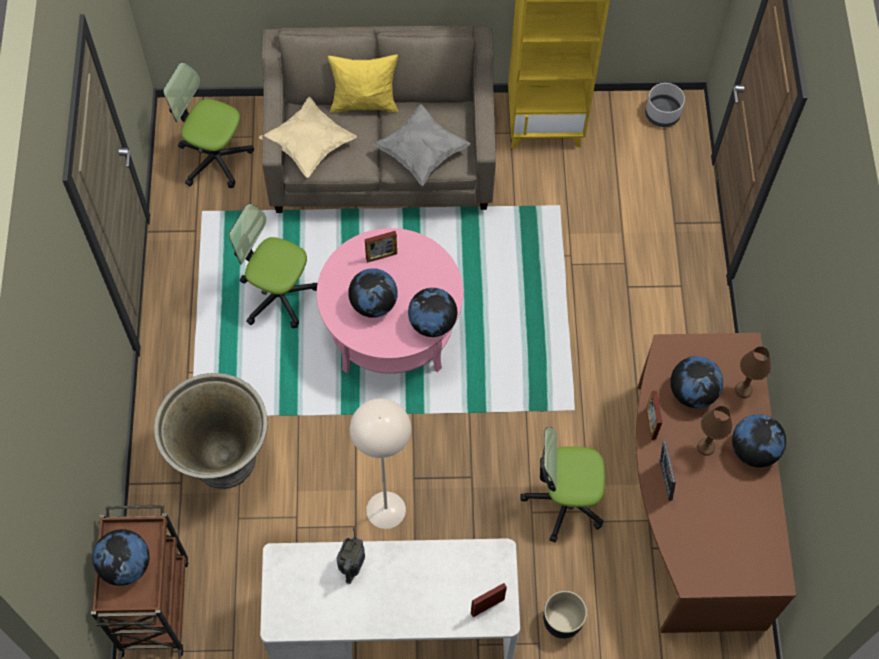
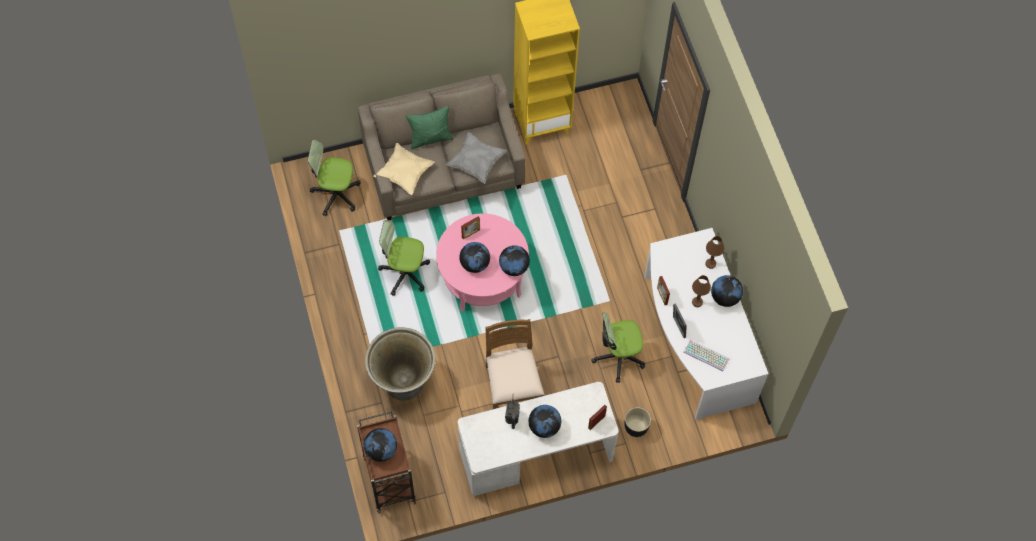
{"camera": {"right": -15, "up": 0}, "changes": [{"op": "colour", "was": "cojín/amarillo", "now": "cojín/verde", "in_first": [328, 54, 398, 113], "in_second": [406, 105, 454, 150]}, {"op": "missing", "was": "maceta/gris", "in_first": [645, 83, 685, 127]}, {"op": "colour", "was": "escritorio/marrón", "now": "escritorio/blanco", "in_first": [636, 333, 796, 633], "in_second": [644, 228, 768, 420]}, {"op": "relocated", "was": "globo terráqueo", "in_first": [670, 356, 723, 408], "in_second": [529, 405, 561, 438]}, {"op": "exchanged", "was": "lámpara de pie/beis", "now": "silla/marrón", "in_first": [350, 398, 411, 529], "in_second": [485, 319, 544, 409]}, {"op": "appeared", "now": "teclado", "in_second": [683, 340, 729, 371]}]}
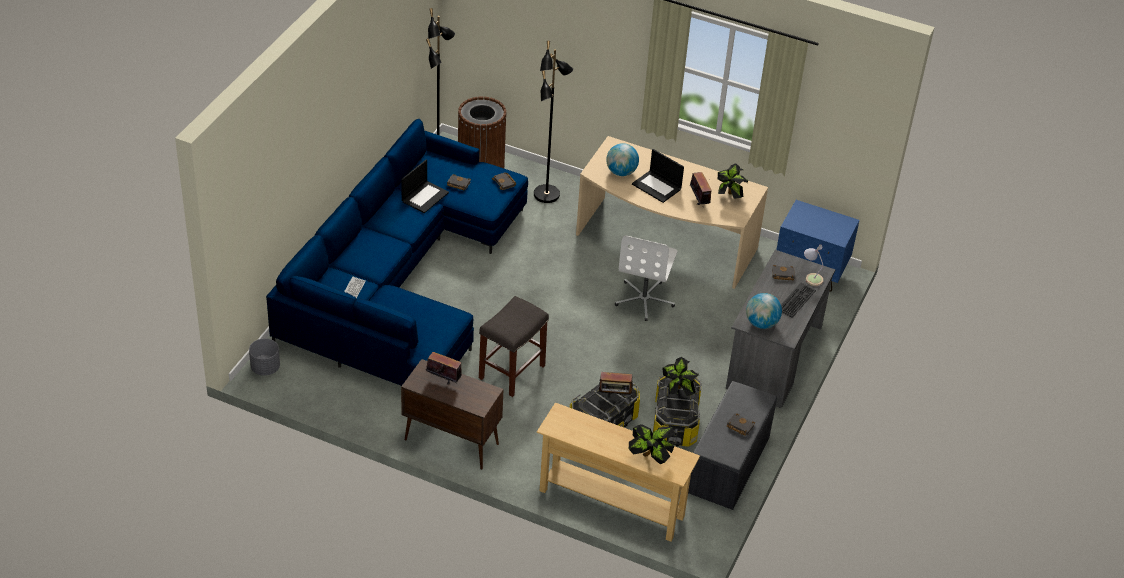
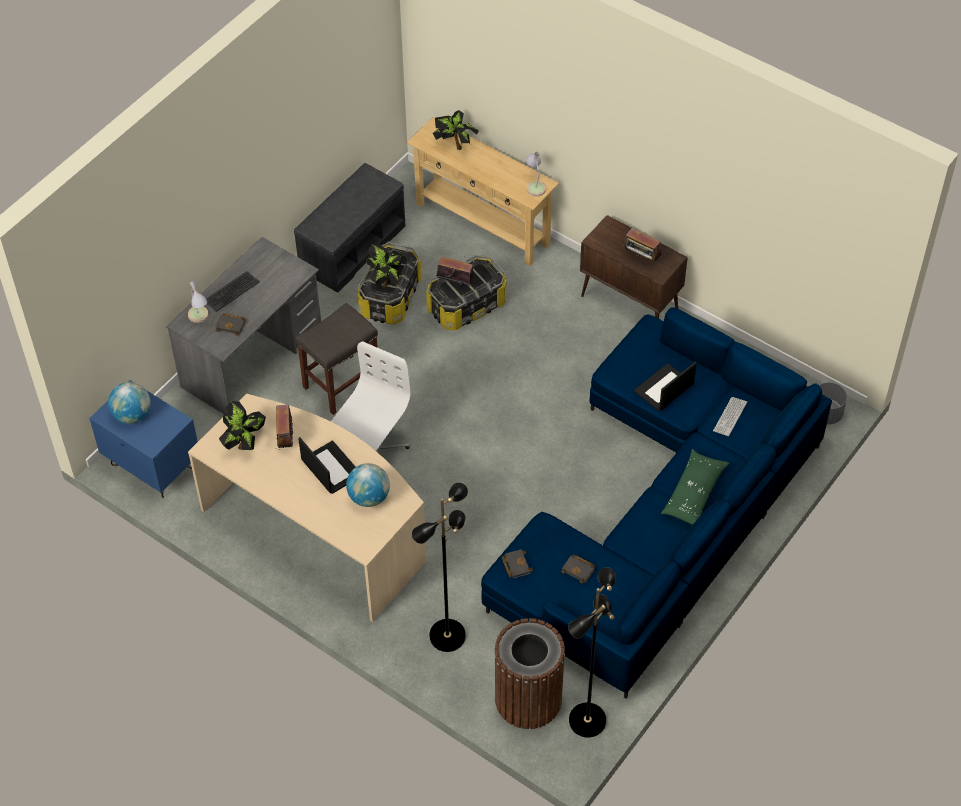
{"camera": {"right": -165, "up": 10}, "changes": [{"op": "relocated", "was": "portátil", "in_first": [401, 160, 449, 213], "in_second": [634, 362, 697, 411]}, {"op": "relocated", "was": "globo terráqueo", "in_first": [746, 293, 782, 329], "in_second": [108, 382, 150, 424]}, {"op": "relocated", "was": "taburete/gris", "in_first": [479, 296, 549, 397], "in_second": [296, 303, 378, 415]}, {"op": "missing", "was": "libro/negro", "in_first": [727, 414, 755, 436]}, {"op": "appeared", "now": "lámpara de mesa", "in_second": [526, 152, 546, 197]}, {"op": "appeared", "now": "cojín/verde", "in_second": [661, 449, 729, 525]}]}
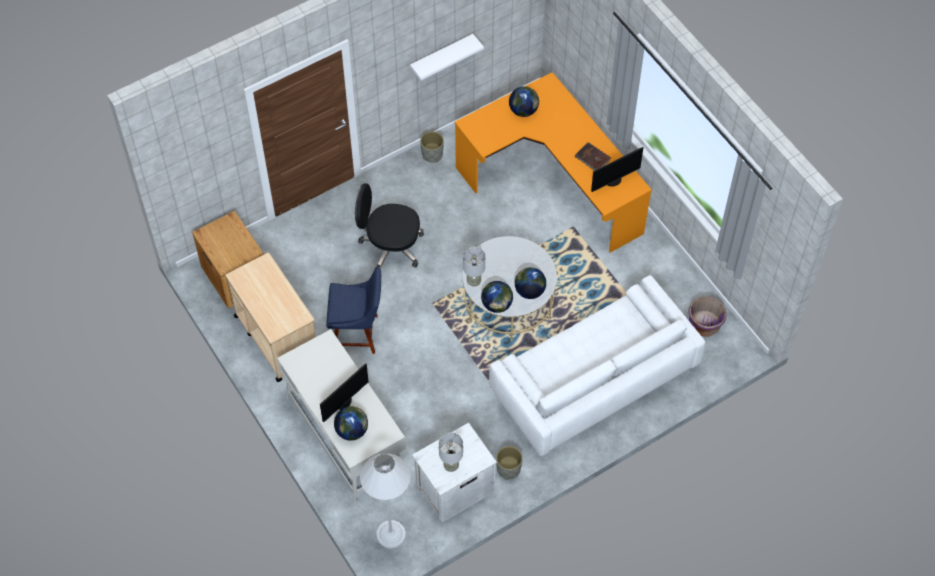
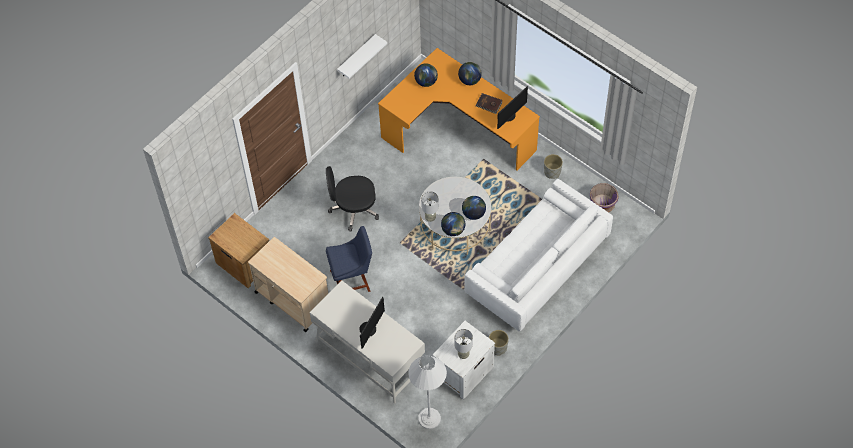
{"camera": {"right": -15, "up": 0}, "changes": [{"op": "relocated", "was": "maceta/gris", "in_first": [420, 131, 444, 163], "in_second": [544, 154, 563, 179]}, {"op": "relocated", "was": "globo terráqueo", "in_first": [334, 406, 368, 441], "in_second": [458, 62, 482, 85]}]}
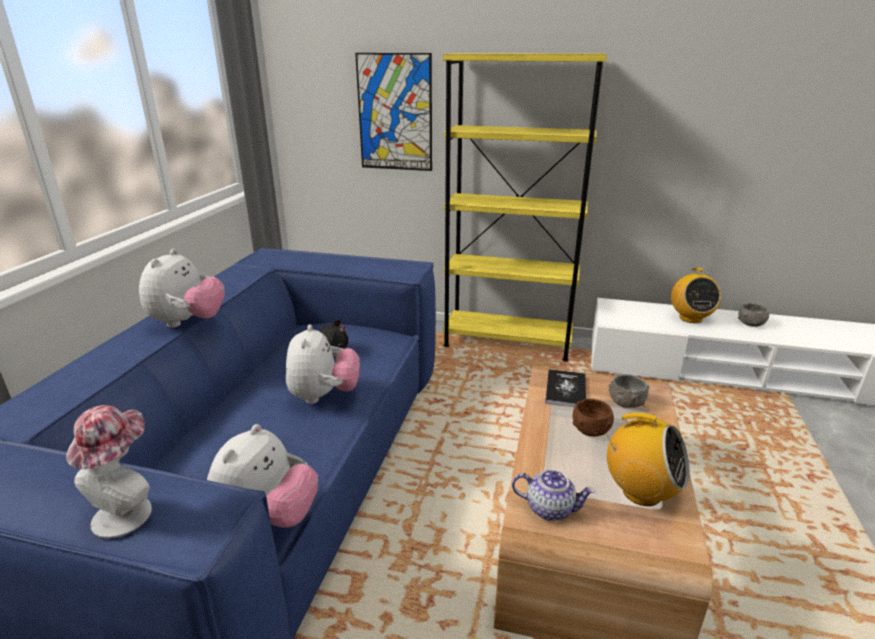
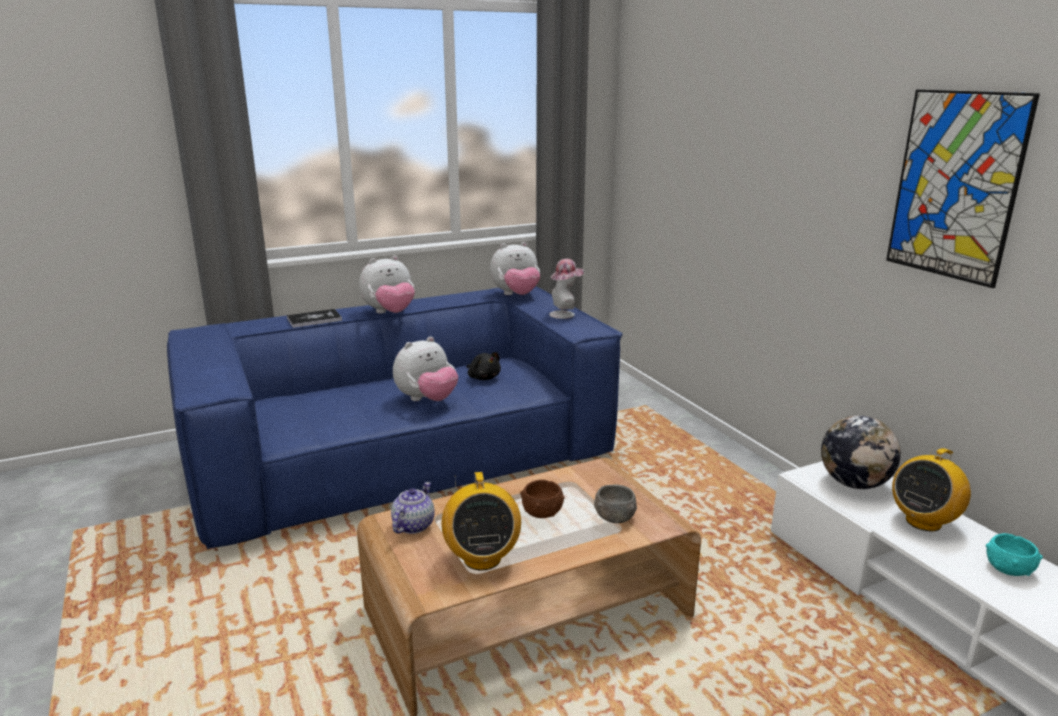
{"camera": {"right": 50, "up": -5}, "changes": [{"op": "relocated", "was": "cuadro", "in_first": [355, 53, 432, 171], "in_second": [886, 90, 1040, 288]}, {"op": "missing", "was": "estantería/amarillo", "in_first": [443, 53, 607, 362]}, {"op": "colour", "was": "cuenco/gris", "now": "cuenco/turquesa", "in_first": [738, 303, 769, 327], "in_second": [986, 533, 1043, 576]}, {"op": "relocated", "was": "libro", "in_first": [545, 369, 586, 407], "in_second": [287, 309, 342, 328]}, {"op": "relocated", "was": "sombrero", "in_first": [66, 405, 152, 538], "in_second": [550, 259, 584, 319]}, {"op": "relocated", "was": "peluche", "in_first": [207, 424, 318, 528], "in_second": [490, 242, 540, 295]}, {"op": "spun", "was": "tetera", "in_first": [512, 469, 595, 521], "in_second": [391, 482, 435, 534], "clockwise": -135}, {"op": "appeared", "now": "globo terráqueo", "in_second": [821, 415, 901, 489]}]}
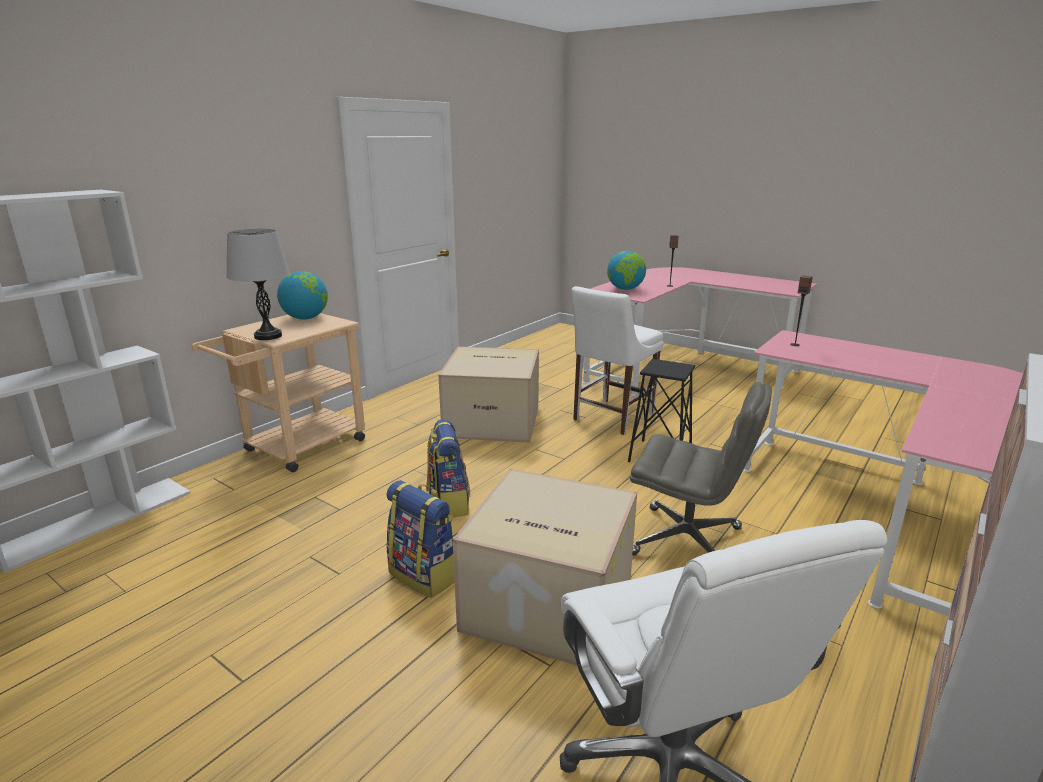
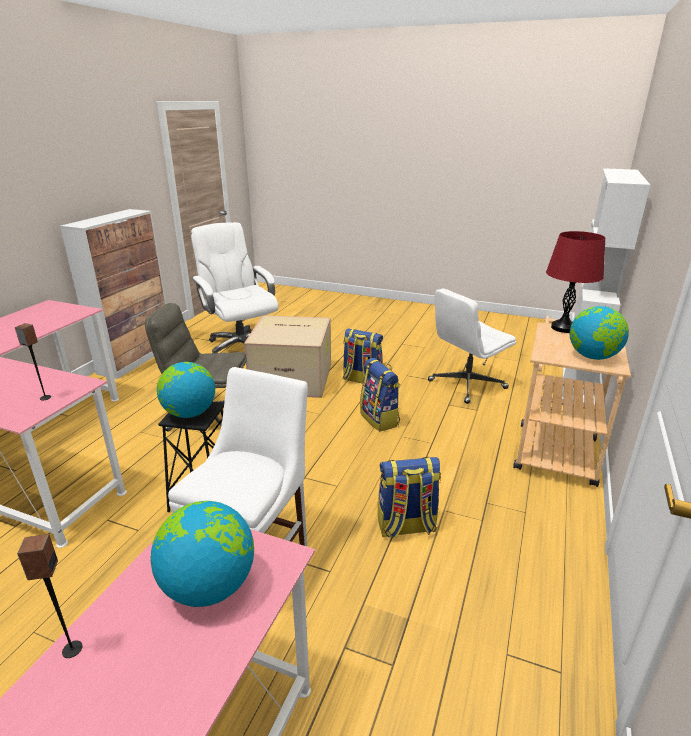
{"camera": {"right": 165, "up": 5}, "changes": [{"op": "colour", "was": "lámpara de mesa/gris", "now": "lámpara de mesa/rojo", "in_first": [227, 228, 290, 340], "in_second": [546, 231, 605, 333]}, {"op": "exchanged", "was": "caja de cartón", "now": "mochila", "in_first": [438, 347, 539, 442], "in_second": [378, 457, 441, 539]}, {"op": "appeared", "now": "silla de oficina/blanco", "in_second": [428, 289, 516, 404]}, {"op": "appeared", "now": "globo terráqueo", "in_second": [157, 362, 215, 418]}]}
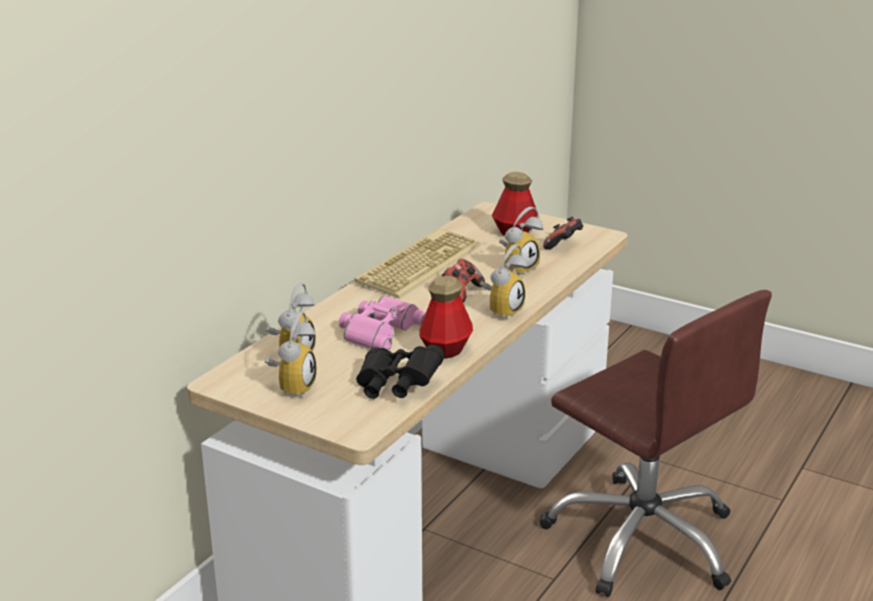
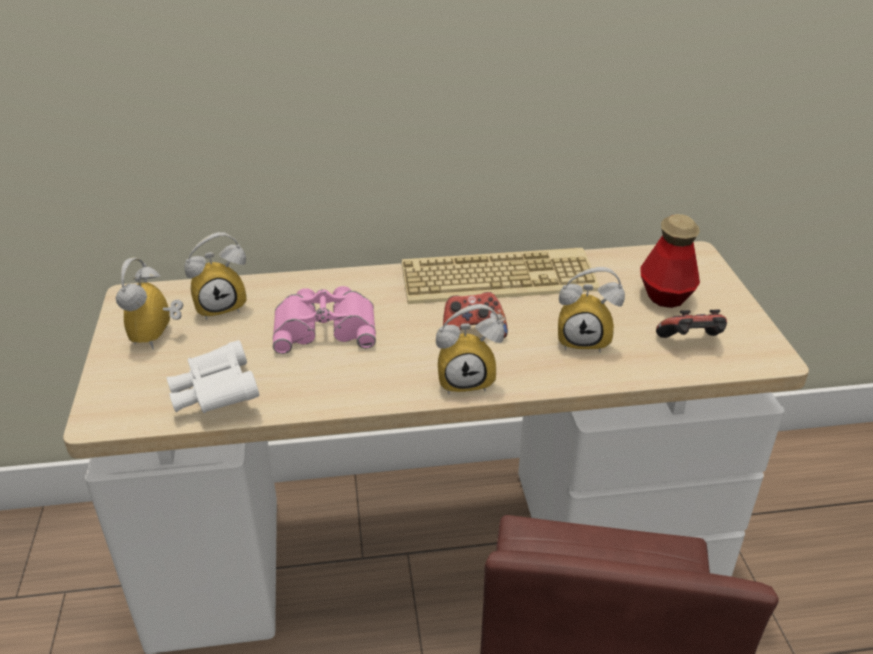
{"camera": {"right": 50, "up": 10}, "changes": [{"op": "missing", "was": "botella", "in_first": [419, 276, 473, 359]}, {"op": "spun", "was": "despertador", "in_first": [264, 312, 317, 398], "in_second": [116, 257, 183, 350], "clockwise": 120}, {"op": "colour", "was": "prismáticos/negro", "now": "prismáticos/blanco", "in_first": [356, 345, 444, 399], "in_second": [167, 340, 259, 413]}]}
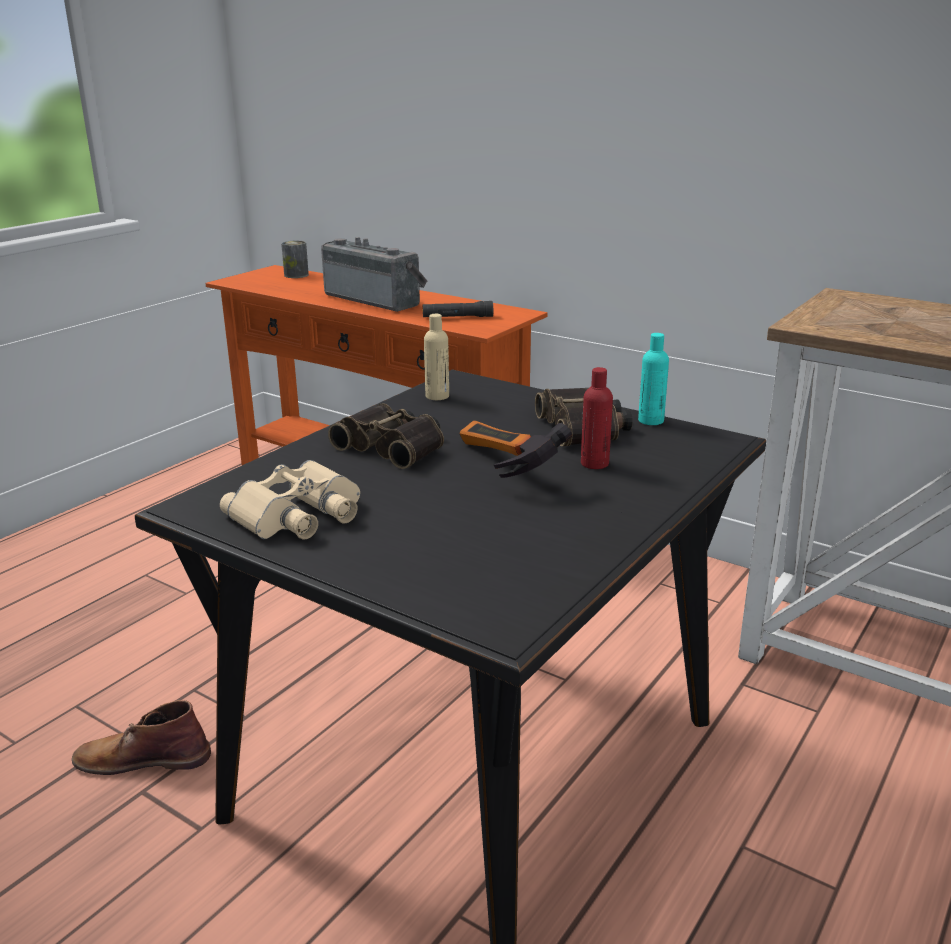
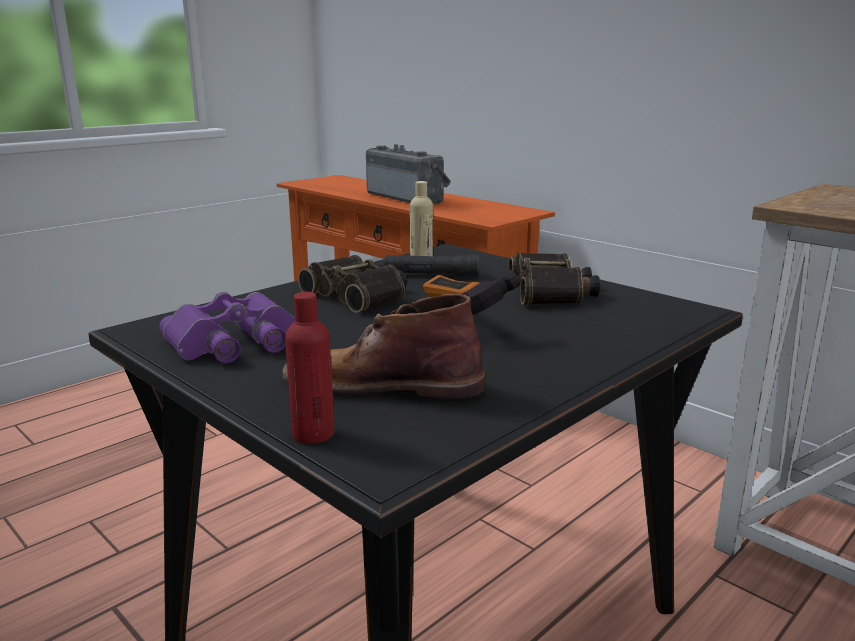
{"camera": {"right": 10, "up": -5}, "changes": [{"op": "missing", "was": "lata", "in_first": [281, 241, 309, 278]}, {"op": "relocated", "was": "linterna/negro", "in_first": [422, 301, 493, 317], "in_second": [384, 255, 479, 277]}, {"op": "missing", "was": "botella/turquesa", "in_first": [638, 333, 669, 425]}, {"op": "relocated", "was": "botella/rojo", "in_first": [581, 367, 613, 469], "in_second": [285, 292, 334, 444]}, {"op": "colour", "was": "prismáticos/beis", "now": "prismáticos/morado", "in_first": [220, 460, 360, 540], "in_second": [159, 292, 295, 363]}, {"op": "relocated", "was": "bota/marrón", "in_first": [72, 700, 211, 775], "in_second": [282, 294, 486, 399]}]}
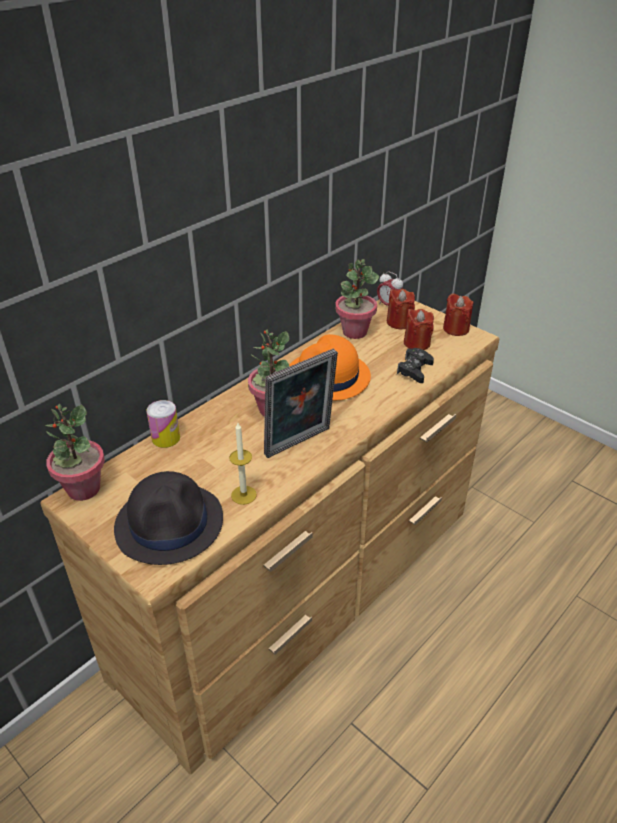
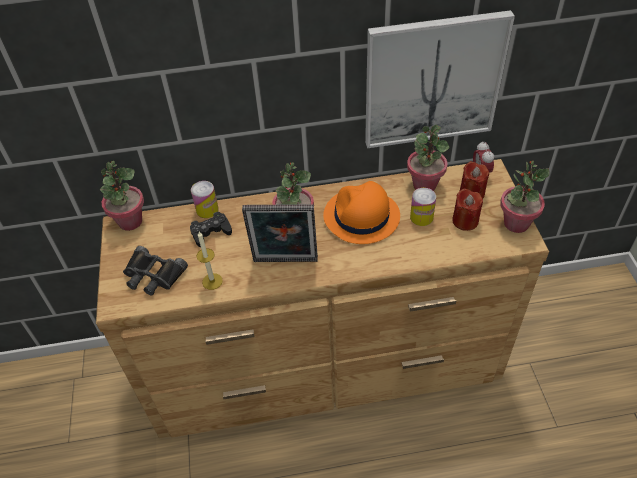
{"camera": {"right": 40, "up": 10}, "changes": [{"op": "exchanged", "was": "vela/rojo", "now": "planta en maceta", "in_first": [443, 293, 474, 336], "in_second": [500, 161, 550, 233]}, {"op": "relocated", "was": "mando de consola/negro", "in_first": [397, 348, 434, 383], "in_second": [190, 212, 232, 247]}, {"op": "exchanged", "was": "sombrero/negro", "now": "prismáticos/negro", "in_first": [114, 471, 223, 565], "in_second": [123, 246, 188, 296]}, {"op": "appeared", "now": "cuadro", "in_second": [365, 10, 515, 148]}, {"op": "appeared", "now": "lata", "in_second": [410, 188, 436, 226]}]}
